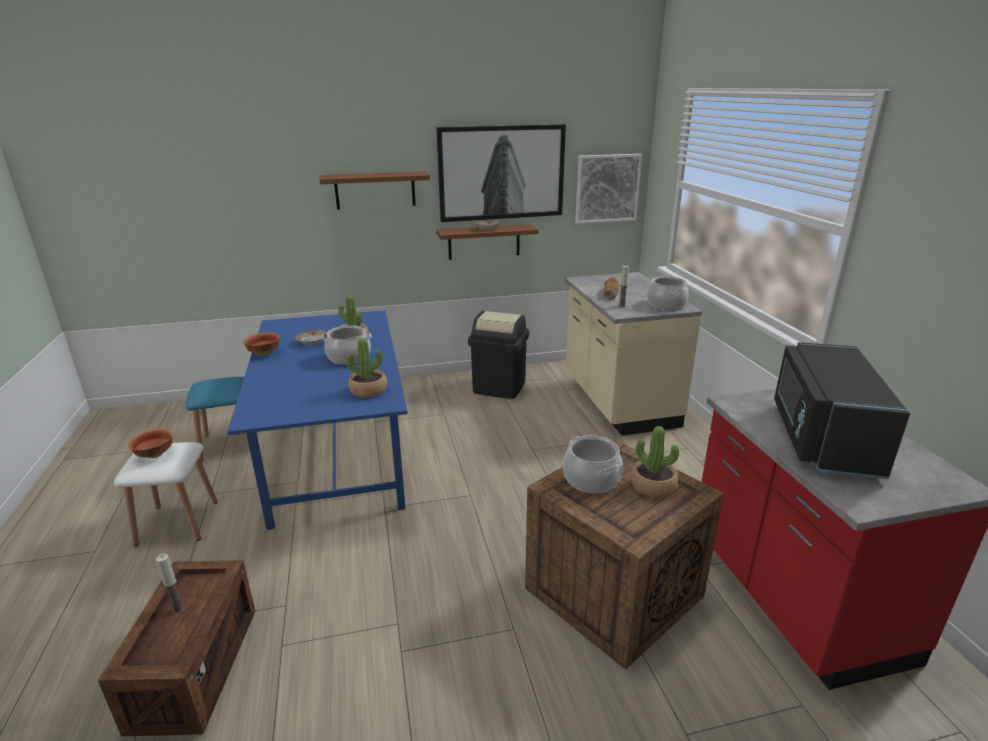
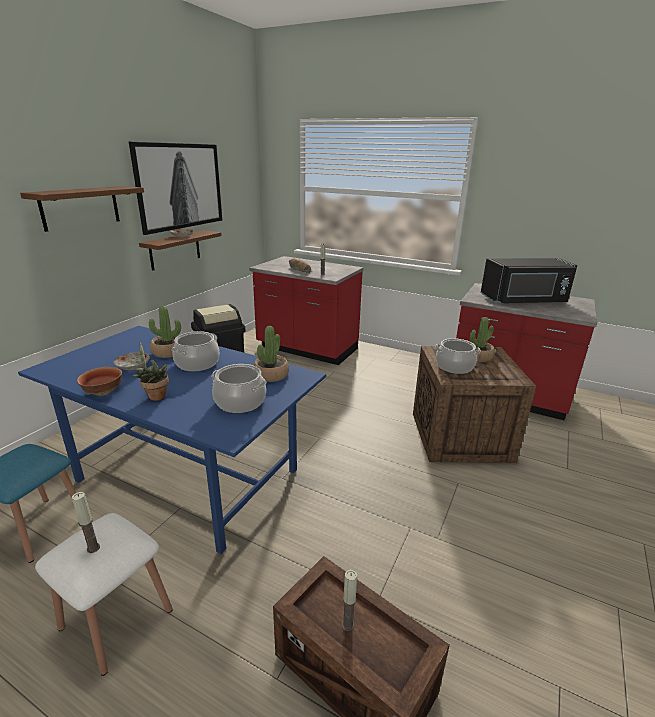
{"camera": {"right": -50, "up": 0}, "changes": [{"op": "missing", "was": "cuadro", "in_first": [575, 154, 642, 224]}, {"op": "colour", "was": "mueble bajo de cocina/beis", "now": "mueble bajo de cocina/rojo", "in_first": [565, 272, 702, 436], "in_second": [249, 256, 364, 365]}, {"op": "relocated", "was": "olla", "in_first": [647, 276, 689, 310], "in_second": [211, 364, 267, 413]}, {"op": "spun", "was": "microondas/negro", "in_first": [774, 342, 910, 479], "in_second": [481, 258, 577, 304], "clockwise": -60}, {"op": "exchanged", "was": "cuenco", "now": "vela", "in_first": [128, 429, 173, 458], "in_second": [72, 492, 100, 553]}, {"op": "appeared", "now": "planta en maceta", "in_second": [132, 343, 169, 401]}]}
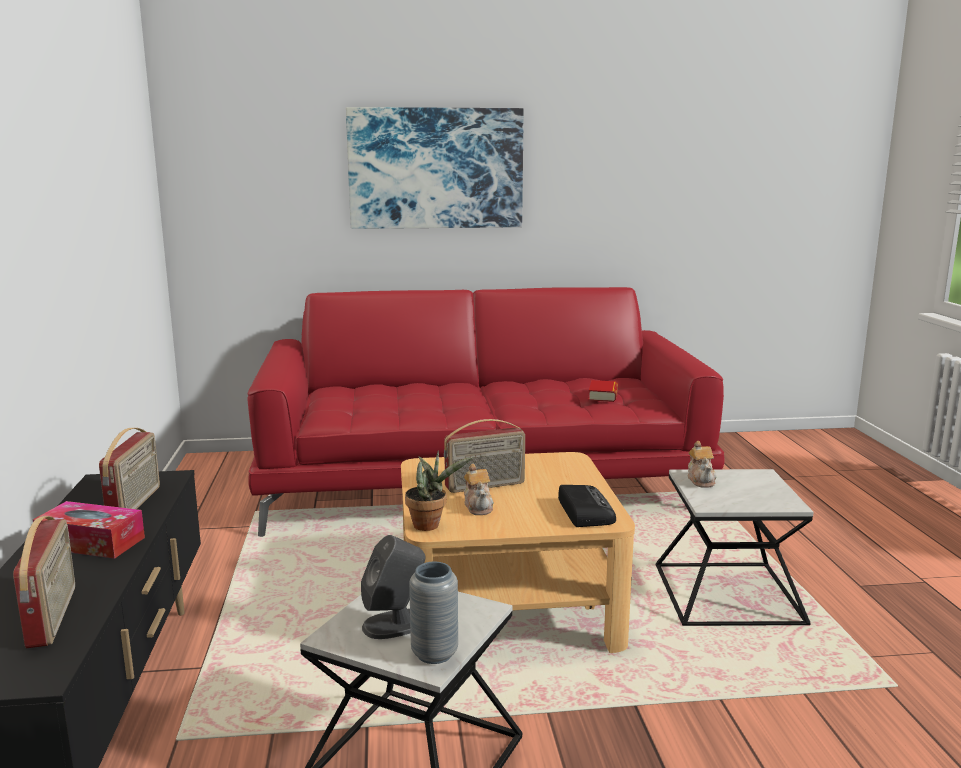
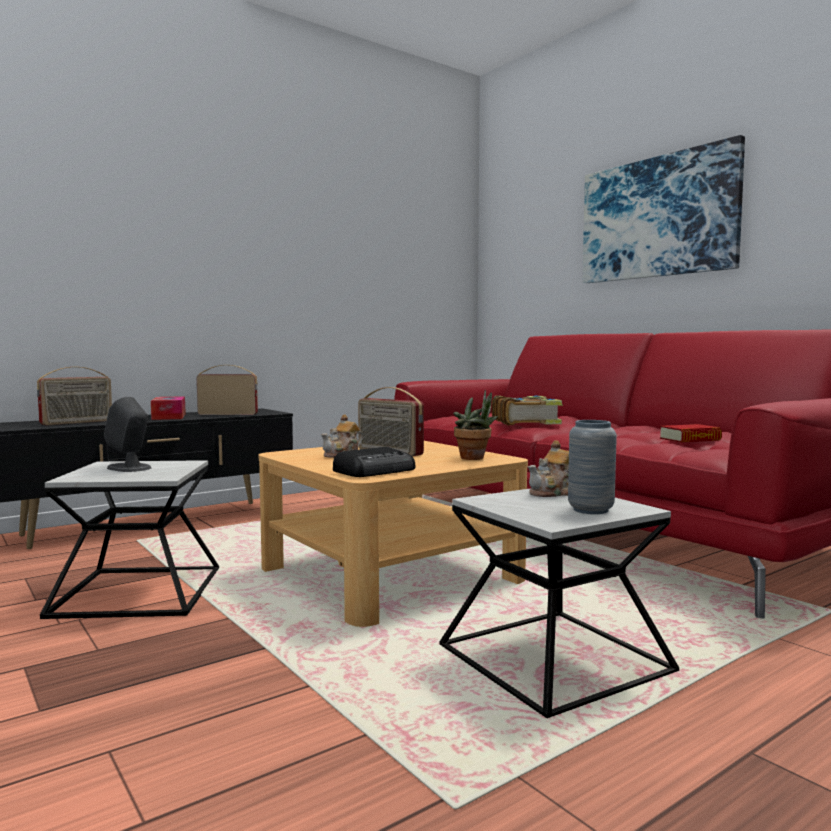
{"camera": {"right": 60, "up": -10}, "changes": [{"op": "spun", "was": "radio", "in_first": [99, 428, 160, 509], "in_second": [196, 365, 258, 415], "clockwise": -150}, {"op": "relocated", "was": "planta en maceta", "in_first": [405, 450, 473, 531], "in_second": [453, 390, 498, 460]}, {"op": "relocated", "was": "florero/gris", "in_first": [409, 562, 458, 664], "in_second": [568, 420, 617, 514]}, {"op": "appeared", "now": "libro", "in_second": [492, 395, 563, 425]}]}
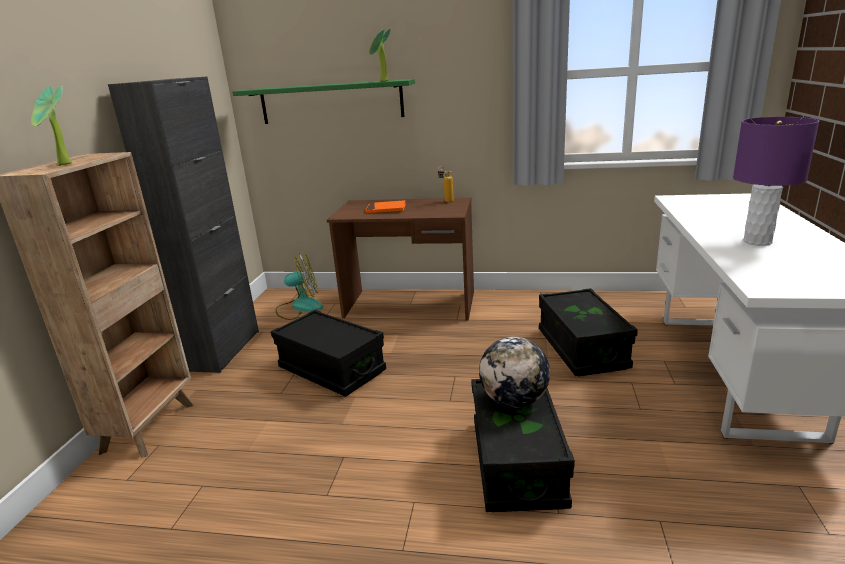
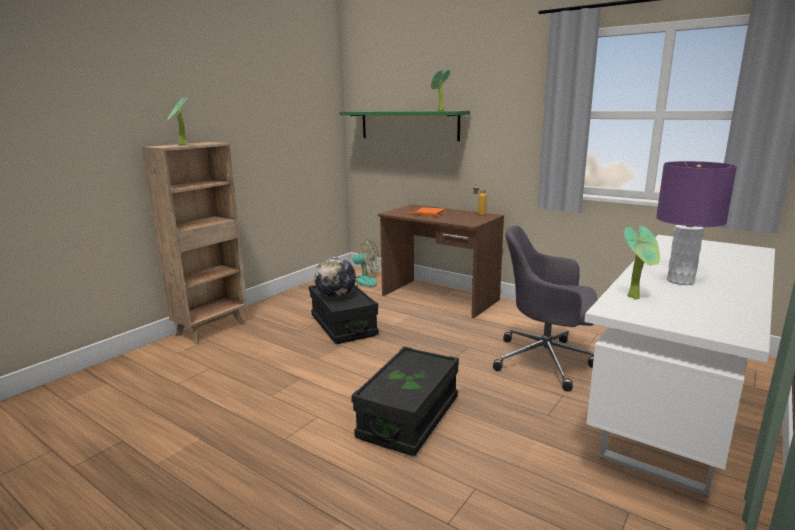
{"camera": {"right": 25, "up": -5}, "changes": [{"op": "missing", "was": "armario/negro", "in_first": [108, 76, 259, 373]}, {"op": "exchanged", "was": "caja de almacenaje/negro", "now": "silla de oficina/gris", "in_first": [539, 288, 638, 376], "in_second": [493, 225, 598, 391]}, {"op": "relocated", "was": "globo terráqueo", "in_first": [479, 337, 550, 408], "in_second": [314, 257, 356, 298]}, {"op": "appeared", "now": "planta en maceta", "in_second": [624, 226, 660, 299]}]}
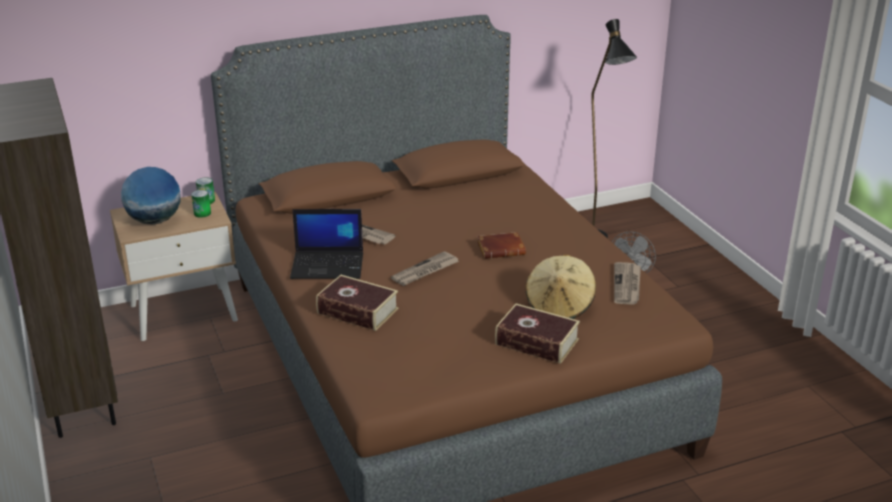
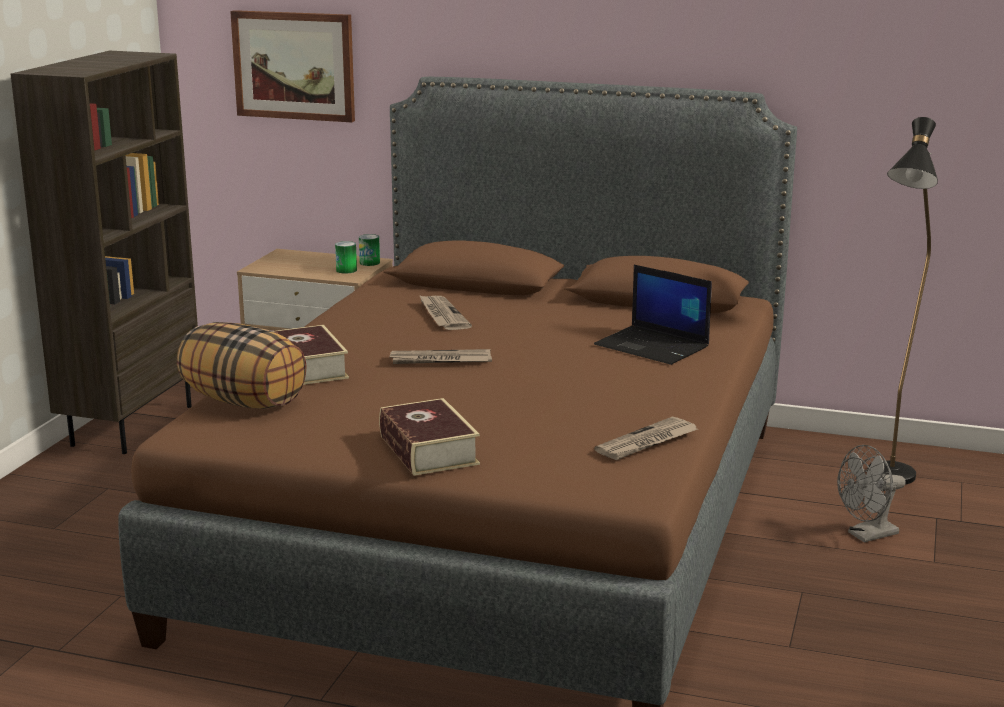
{"camera": {"right": 40, "up": -10}, "changes": [{"op": "missing", "was": "globo terráqueo", "in_first": [121, 167, 181, 225]}, {"op": "relocated", "was": "portátil", "in_first": [290, 209, 363, 279], "in_second": [594, 265, 712, 365]}, {"op": "missing", "was": "libro/marrón", "in_first": [477, 232, 526, 259]}, {"op": "missing", "was": "sombrero/beis", "in_first": [526, 254, 596, 319]}, {"op": "appeared", "now": "cuadro", "in_second": [230, 10, 355, 122]}, {"op": "appeared", "now": "cojín", "in_second": [177, 322, 306, 409]}]}
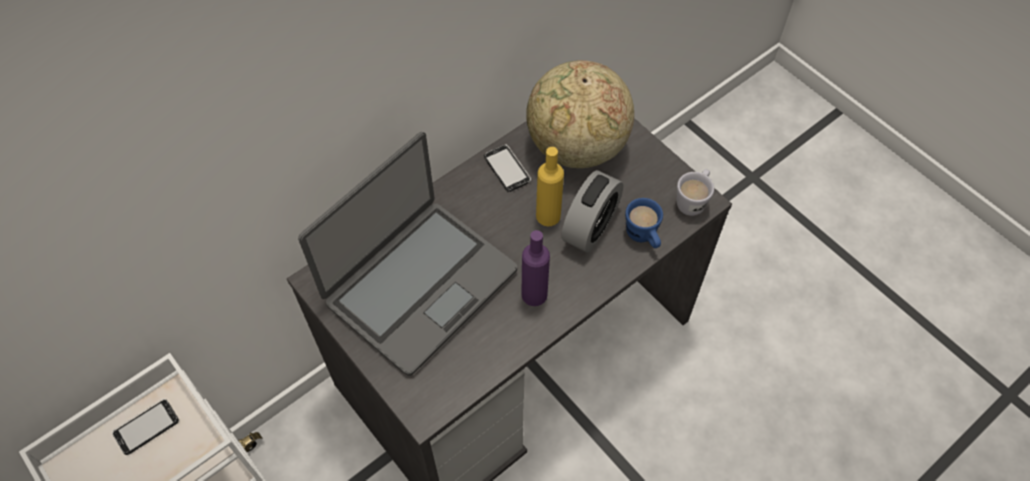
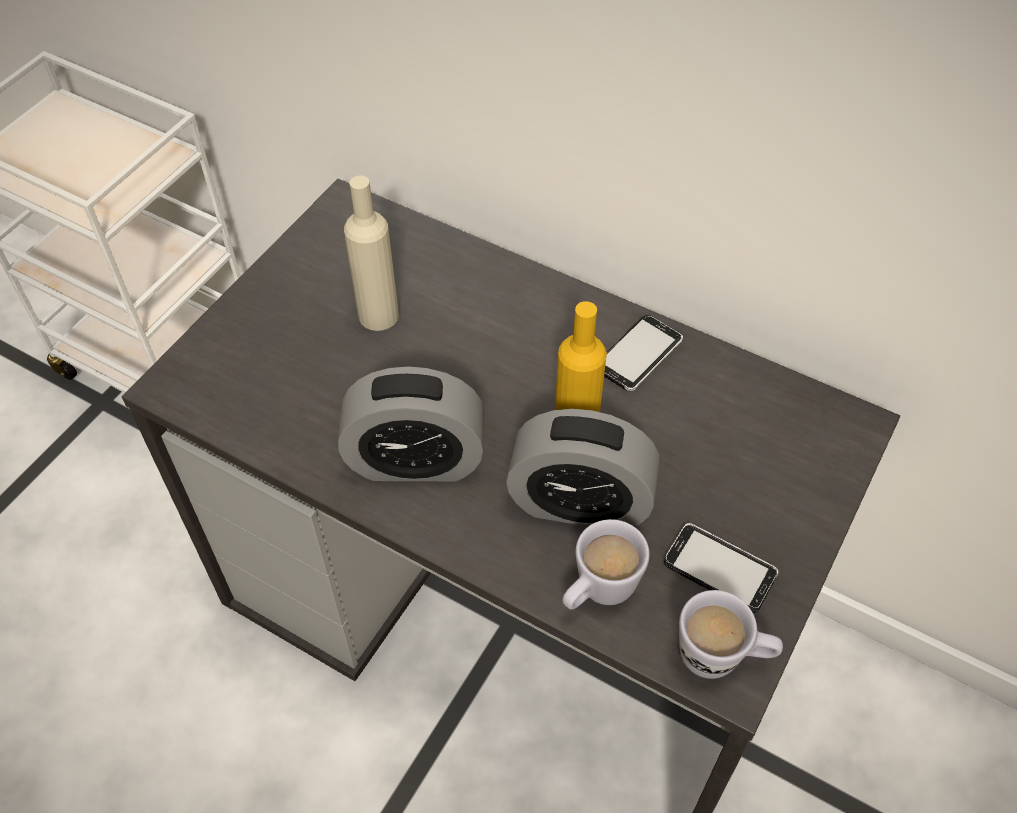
{"camera": {"right": 70, "up": -5}, "changes": [{"op": "missing", "was": "globo terráqueo", "in_first": [526, 60, 634, 168]}, {"op": "exchanged", "was": "portátil", "now": "botella/beis", "in_first": [298, 132, 517, 376], "in_second": [344, 175, 399, 331]}, {"op": "colour", "was": "taza grande/azul", "now": "taza grande/blanco", "in_first": [625, 198, 663, 248], "in_second": [563, 519, 650, 610]}, {"op": "exchanged", "was": "botella/morado", "now": "despertador", "in_first": [522, 230, 550, 306], "in_second": [338, 366, 484, 481]}, {"op": "relocated", "was": "móvil", "in_first": [112, 399, 179, 455], "in_second": [664, 523, 778, 613]}]}
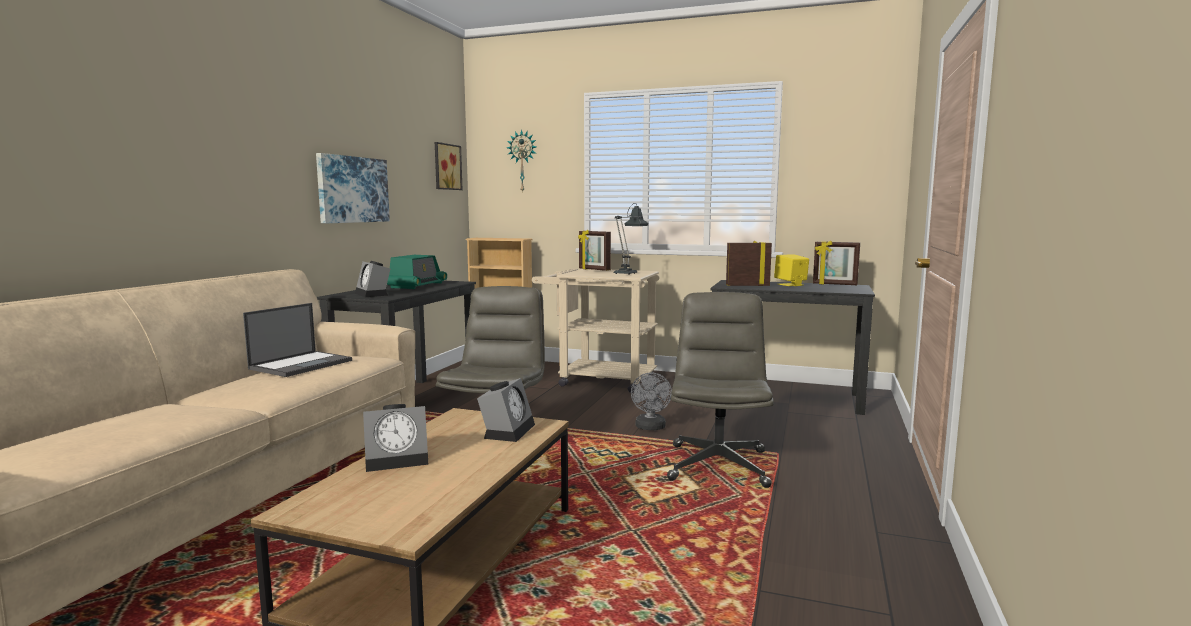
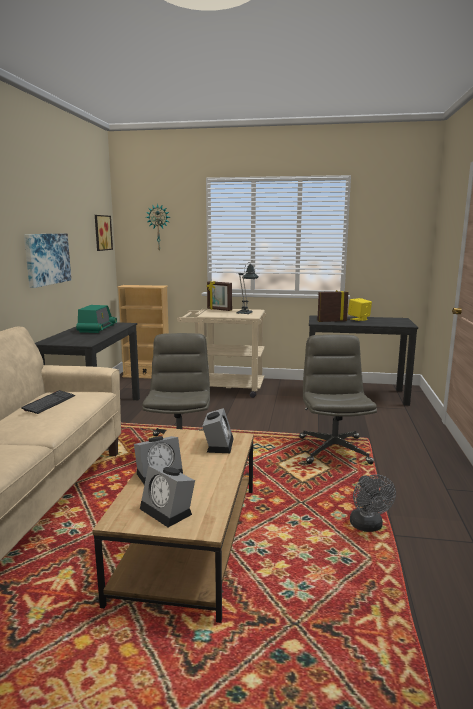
{"camera": {"right": -10, "up": 5}, "changes": [{"op": "missing", "was": "portarretratos", "in_first": [813, 240, 860, 285]}, {"op": "relocated", "was": "despertador", "in_first": [355, 261, 390, 297], "in_second": [140, 465, 195, 527]}, {"op": "exchanged", "was": "portátil", "now": "teclado", "in_first": [243, 303, 352, 377], "in_second": [21, 390, 75, 414]}, {"op": "relocated", "was": "ventilador/gris", "in_first": [631, 372, 672, 430], "in_second": [350, 475, 396, 532]}]}
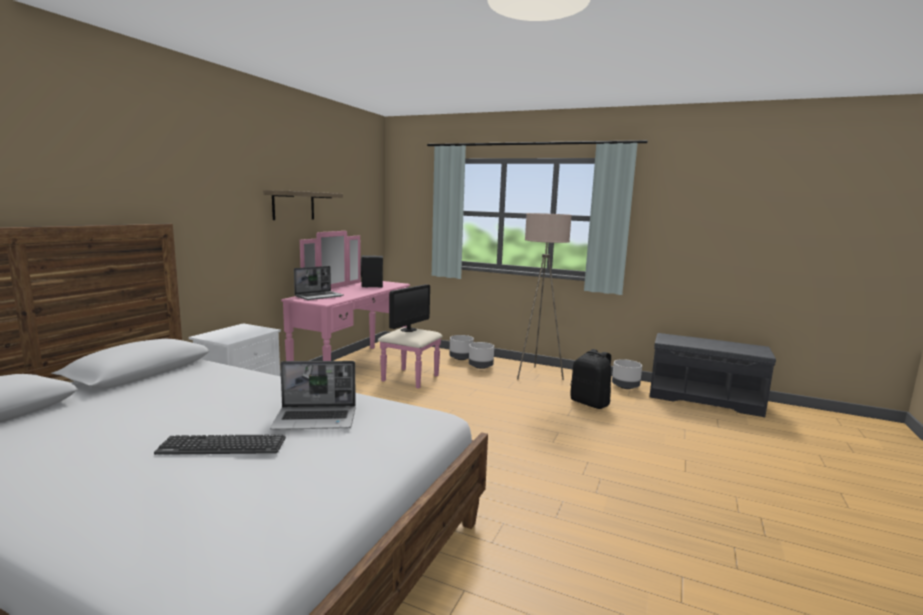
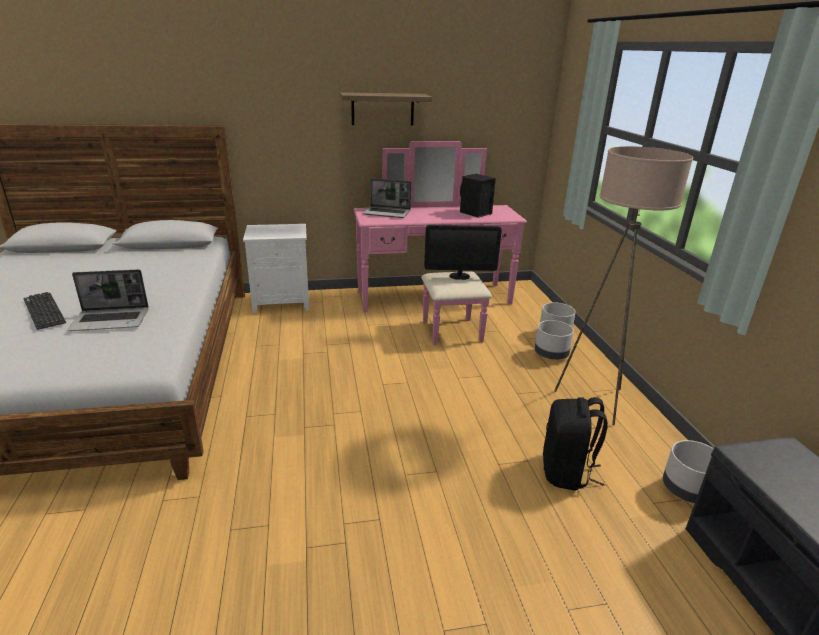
{"camera": {"right": 55, "up": 15}, "changes": [{"op": "spun", "was": "portátil", "in_first": [270, 361, 356, 430], "in_second": [68, 269, 149, 331], "clockwise": -60}]}
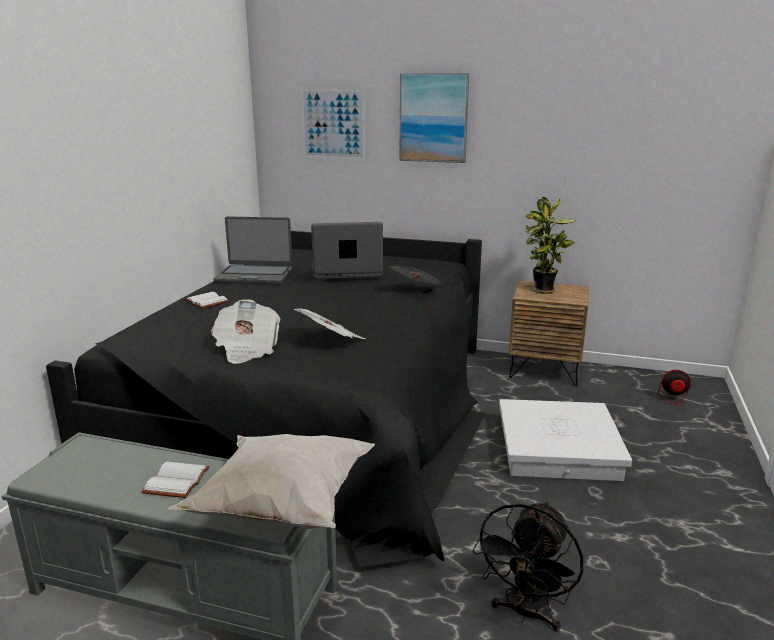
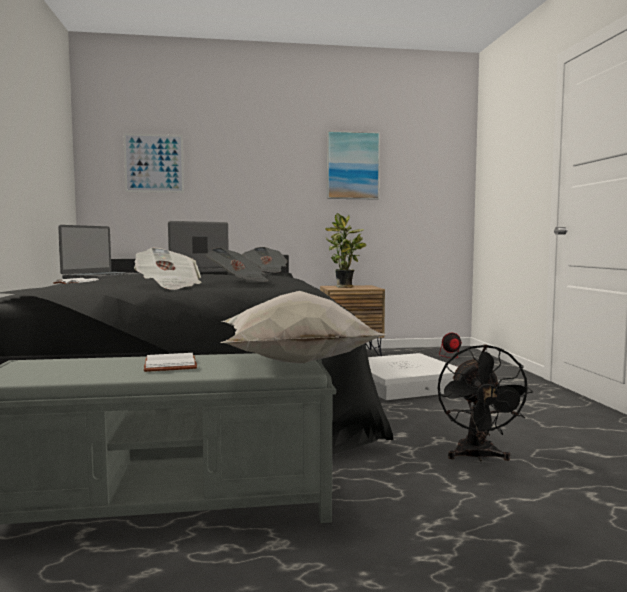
{"camera": {"right": -25, "up": -15}, "changes": [{"op": "relocated", "was": "cuadro", "in_first": [399, 73, 469, 163], "in_second": [327, 131, 380, 199]}, {"op": "spun", "was": "portátil", "in_first": [214, 216, 293, 284], "in_second": [58, 225, 143, 280], "clockwise": -45}]}
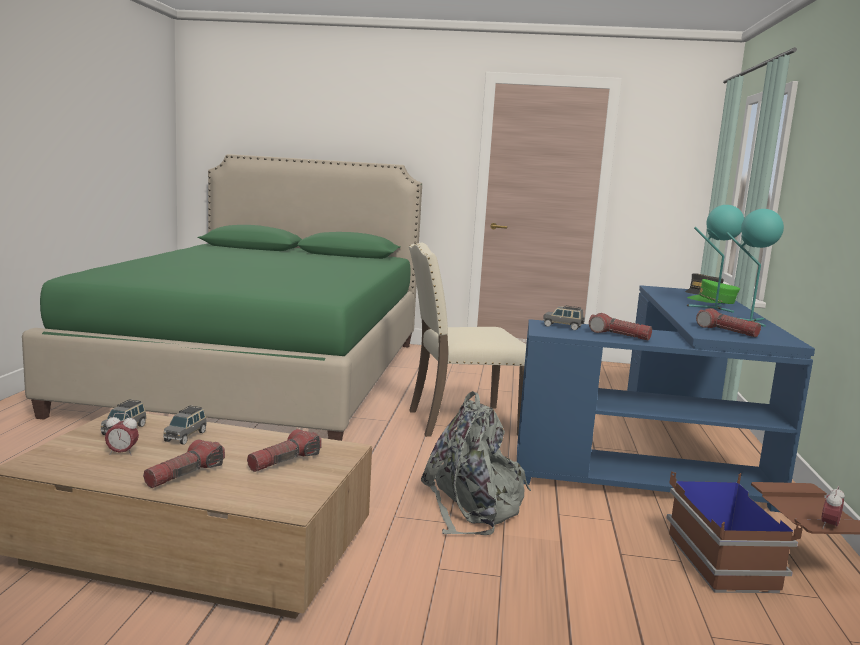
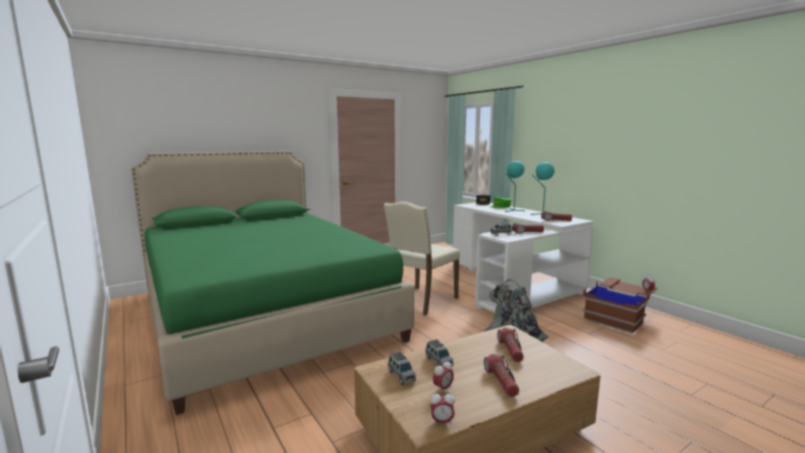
{"camera": {"right": -40, "up": 0}, "changes": [{"op": "colour", "was": "escritorio/azul", "now": "escritorio/blanco", "in_first": [517, 285, 815, 512], "in_second": [453, 203, 594, 313]}, {"op": "appeared", "now": "despertador", "in_second": [430, 391, 455, 425]}]}
